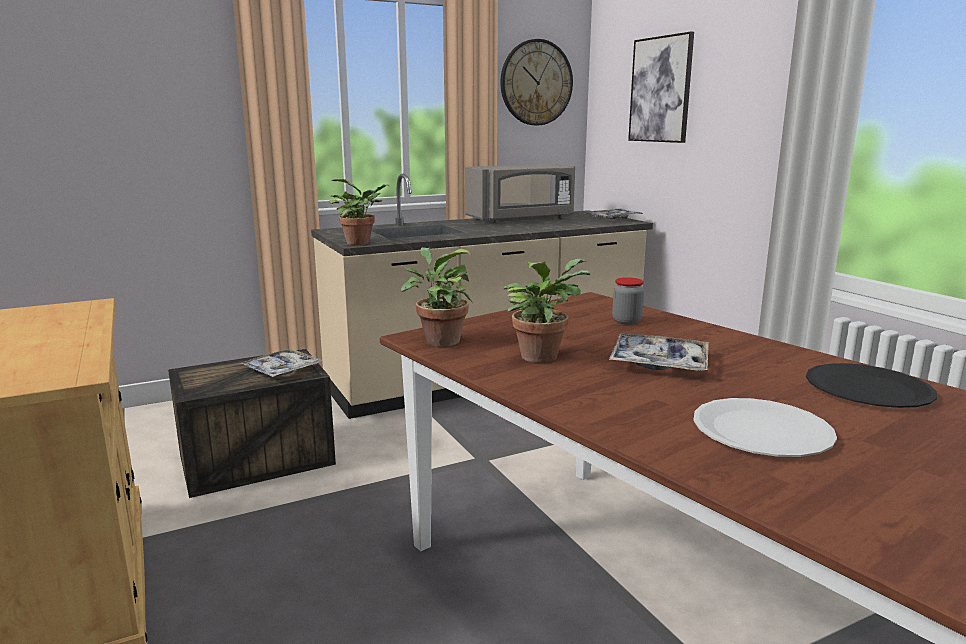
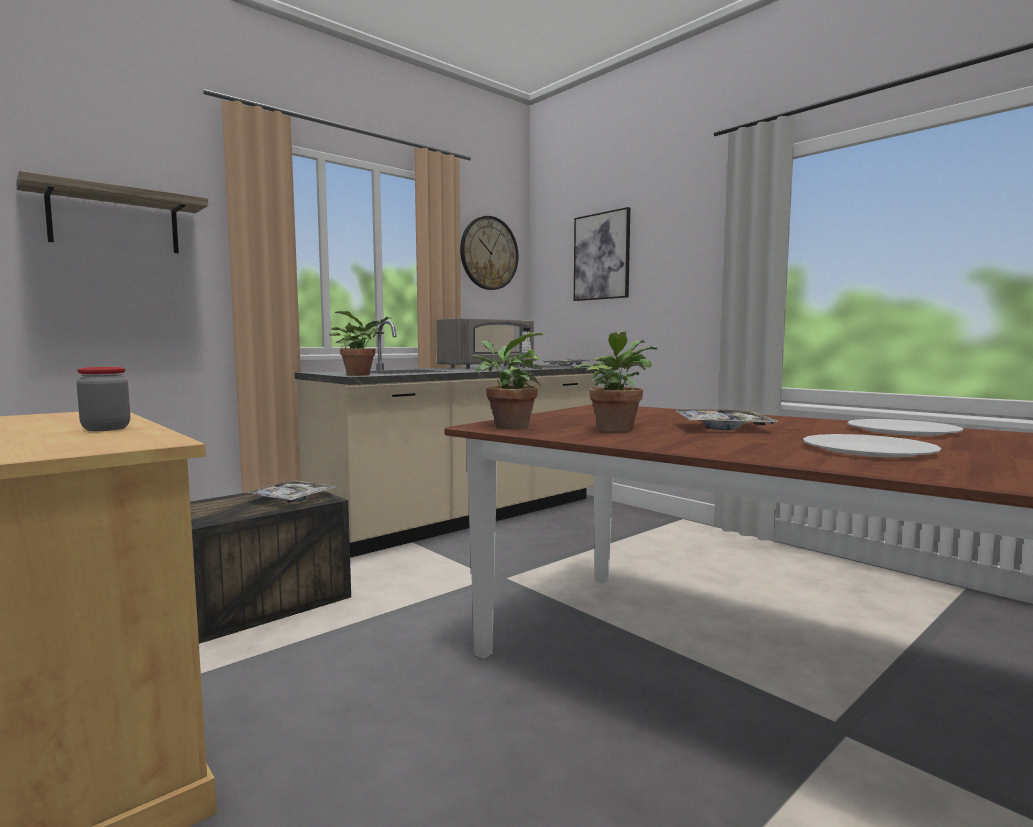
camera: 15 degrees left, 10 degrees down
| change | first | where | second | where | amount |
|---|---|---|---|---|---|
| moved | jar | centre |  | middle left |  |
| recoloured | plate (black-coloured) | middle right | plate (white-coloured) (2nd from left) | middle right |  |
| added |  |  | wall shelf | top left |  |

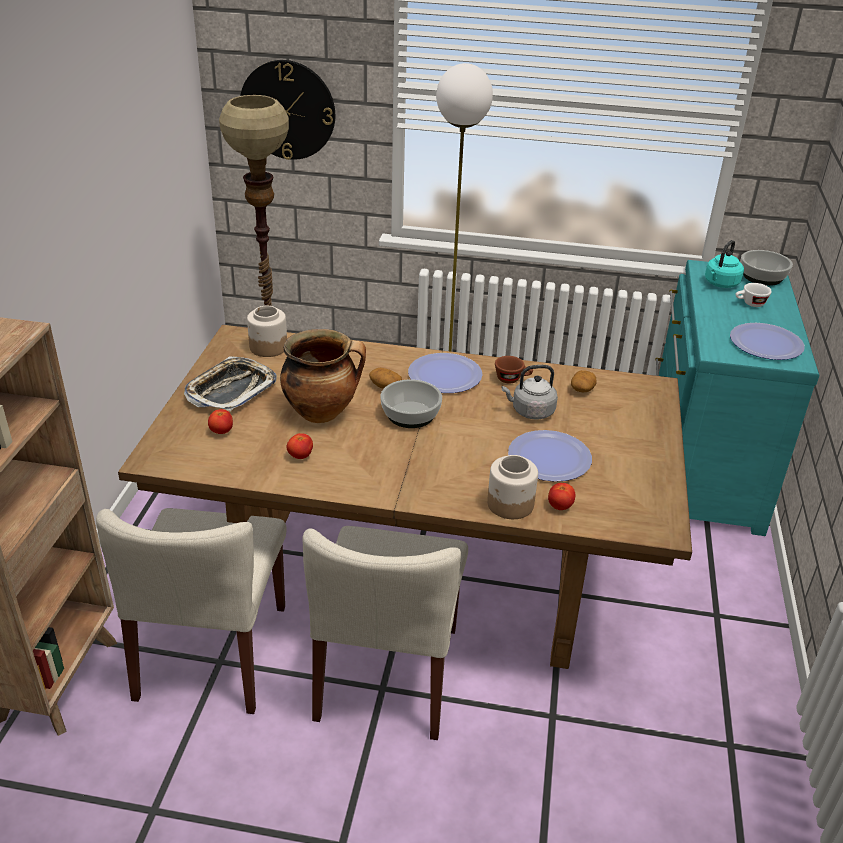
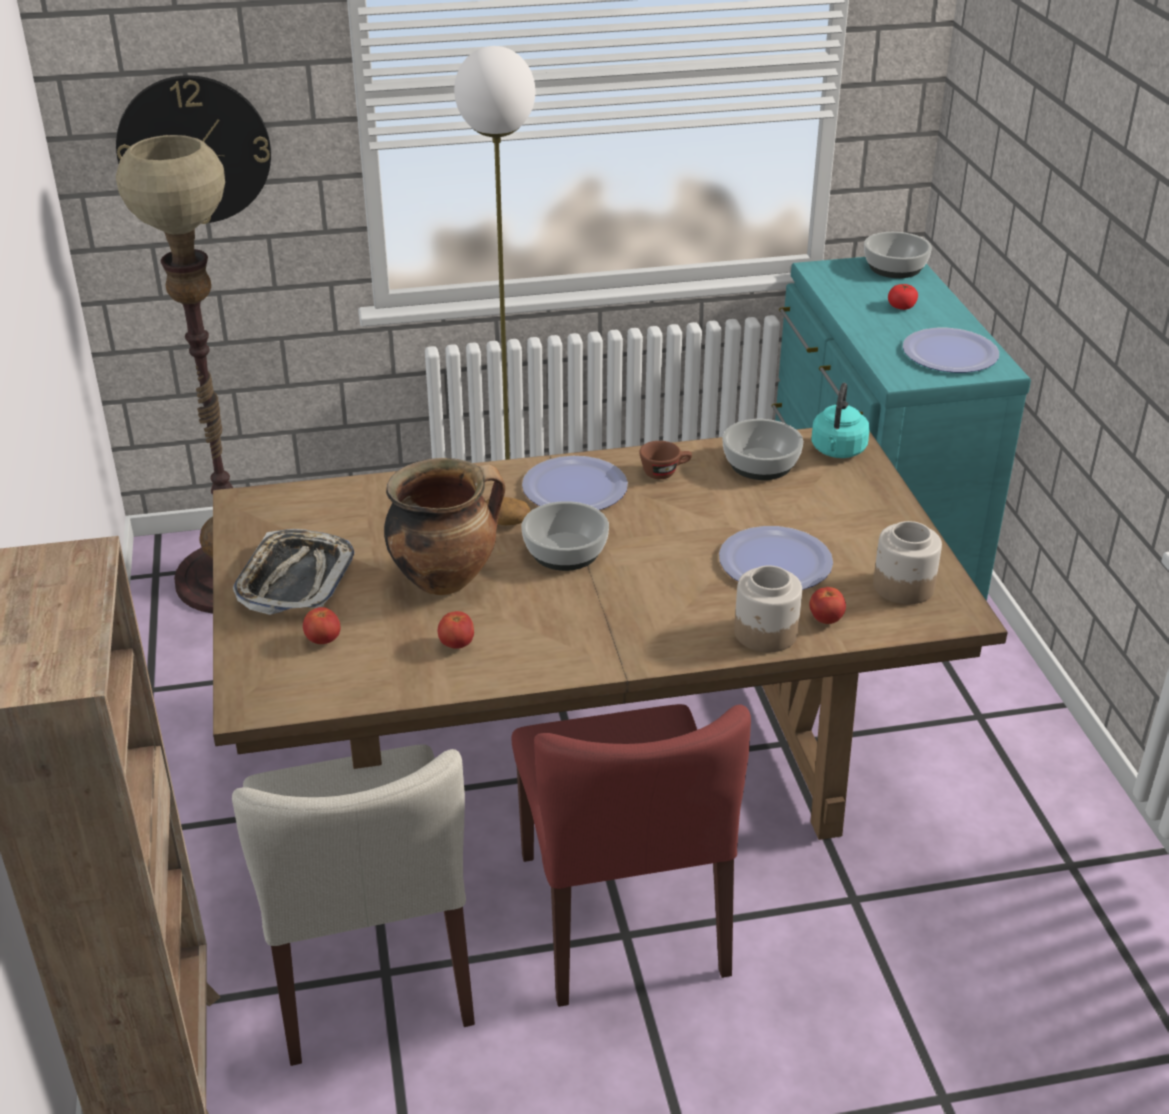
camera: 20 degrees left, 0 degrees up
| change | first | where | second | where | amount |
|---|---|---|---|---|---|
| moved | kettle (turquoise-coloured) | top right |  | middle right |  |
| replaced | small cup (white-coloured) | middle right | tomato (4th from left) | top right |  |
| moved | jar (1st from left in the first image) | middle left | jar (2nd from left) | middle right |  |
| removed | kettle (gray) | centre |  |  |  |
| replaced | potato (2nd from left) | middle right | deep dish (2nd from left) | centre |  |
| recoloured | chair (sand-coloured) (2nd from left) | bottom centre | chair (red-coloured) | bottom centre |  |

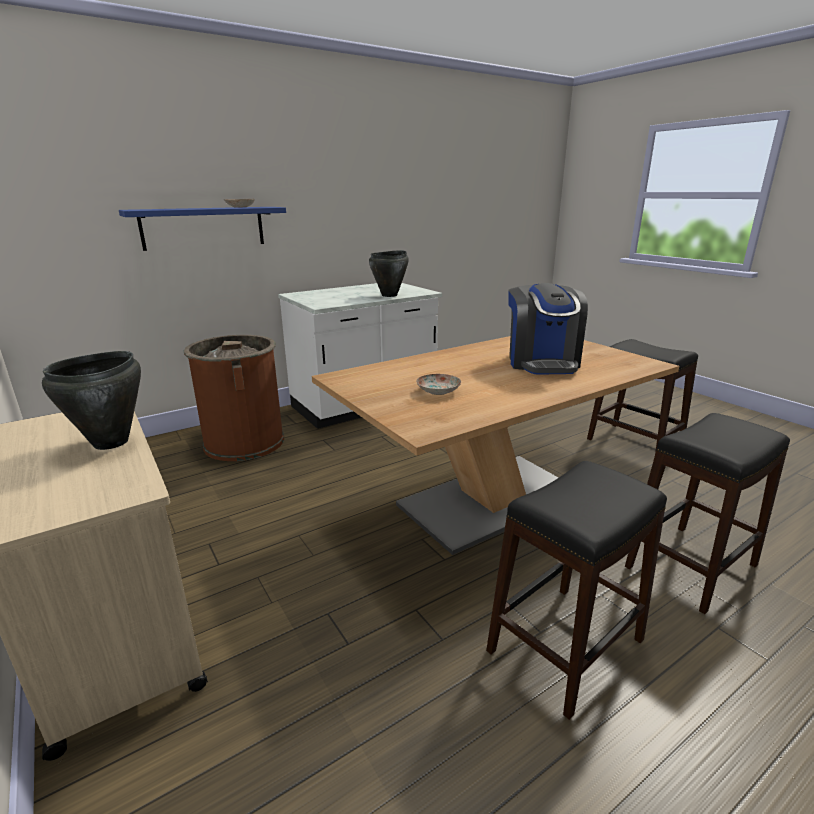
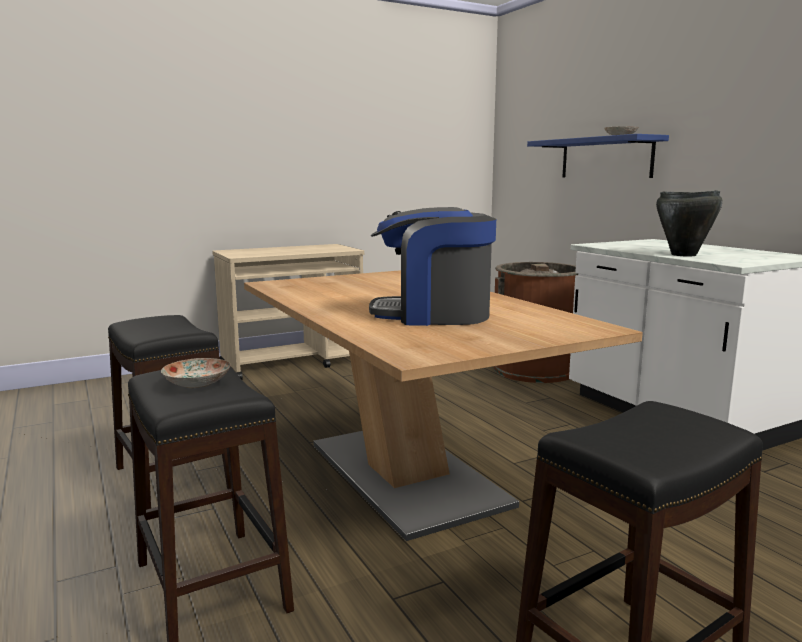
camera: 95 degrees right, 10 degrees down
| change | first | where | second | where | amount |
|---|---|---|---|---|---|
| removed | stockpot (black-coloured) (1st from left) | middle left |  |  |  |
| moved | plate (2nd from left in the first image) | centre | plate (1st from left) | middle left |  |

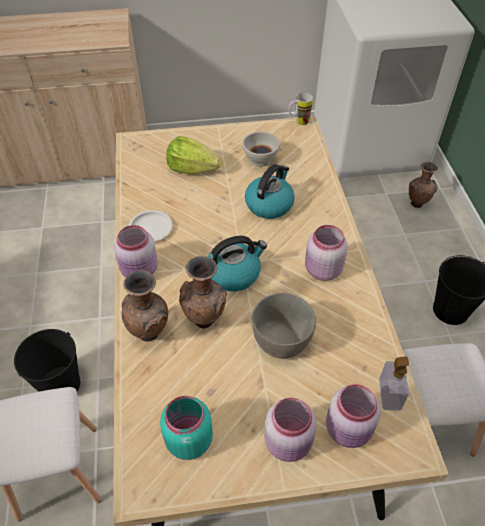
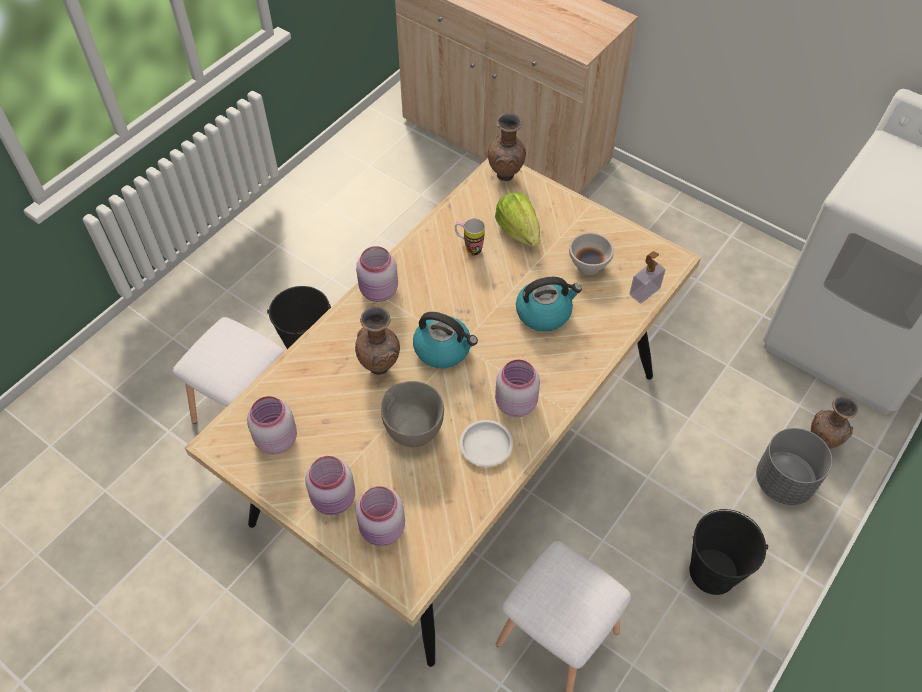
camera: 45 degrees right, 5 degrees up
| change | first | where | second | where | amount |
|---|---|---|---|---|---|
| moved | tea mug | top centre |  | centre |  |
| moved | plate (white-coloured) | middle left |  | centre |  |
| moved | vase (brown) (1st from left in the first image) | middle left | vase (brown) (2nd from left) | top centre |  |
| moved | soap dispenser | bottom right |  | middle right |  |
| recoloured | jar (turquoise-coloured) | bottom centre | jar (pink-coloured) (1st from left) | middle left |  |
| added |  |  | flower pot (gray) | bottom right |  |

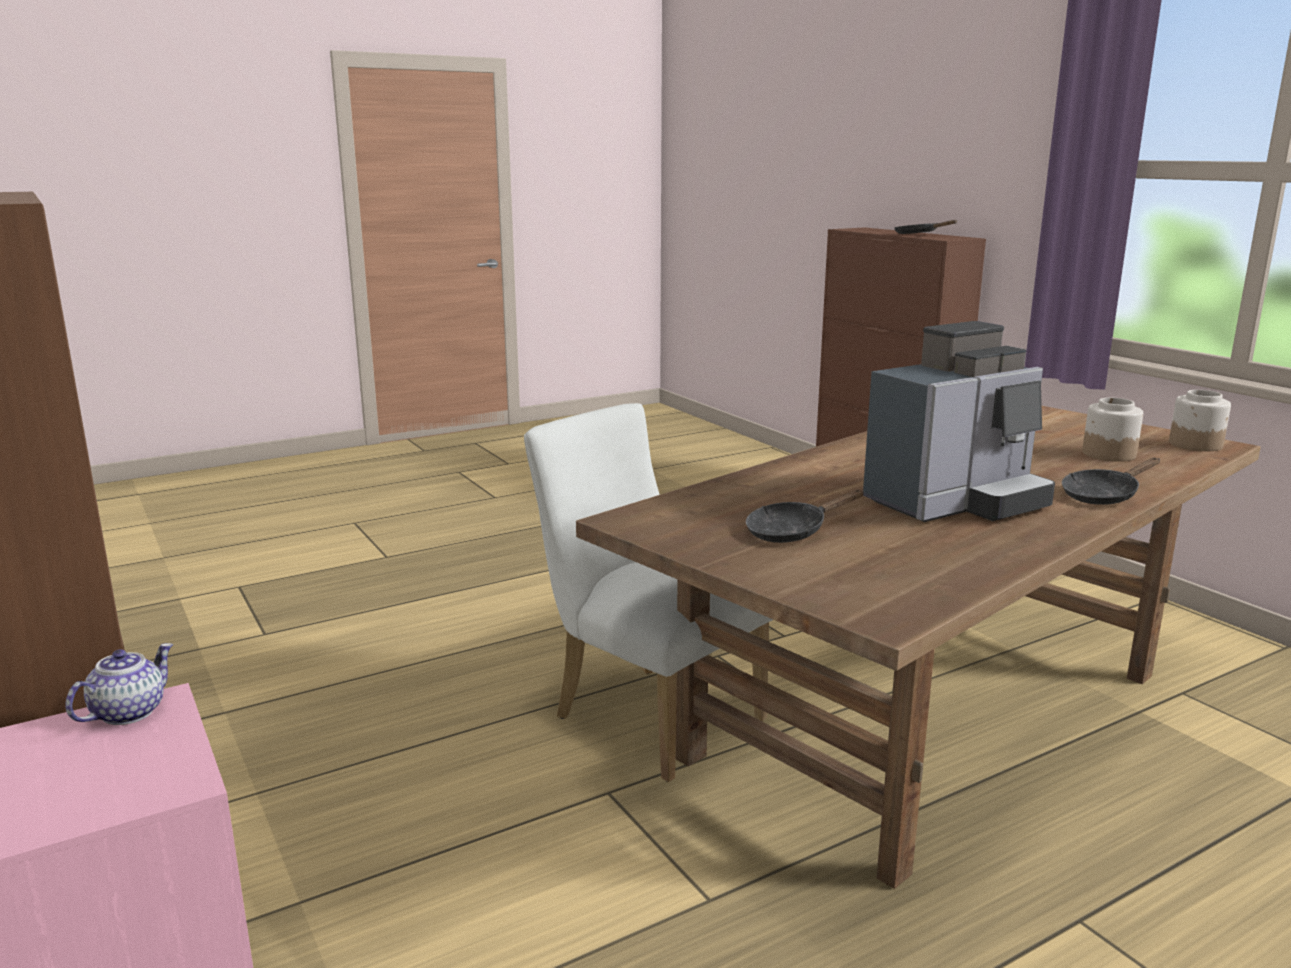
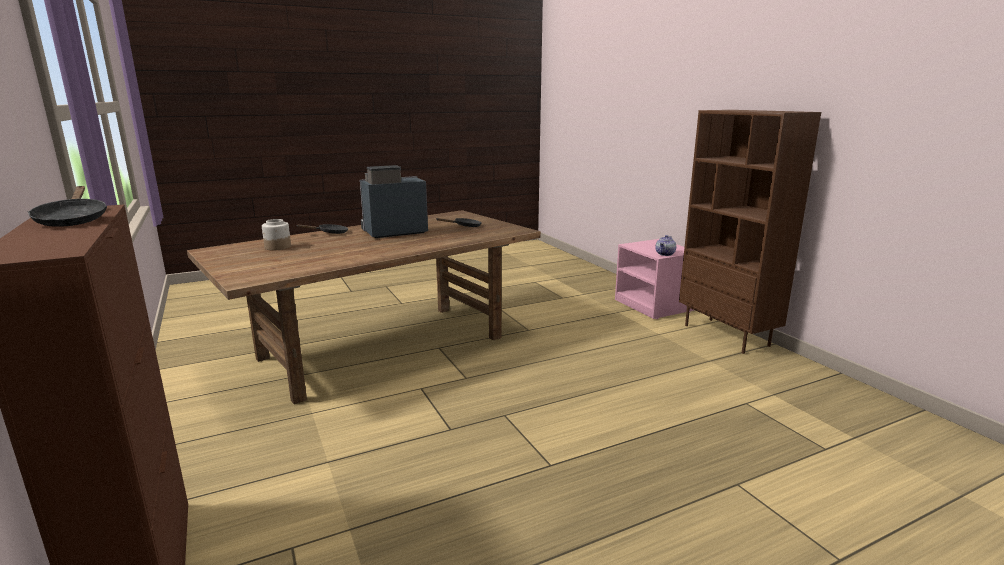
camera: 175 degrees left, 0 degrees up
| change | first | where | second | where | amount |
|---|---|---|---|---|---|
| removed | jar (2nd from left) | middle right |  |  |  |
| removed | chair (white-coloured) | centre |  |  |  |

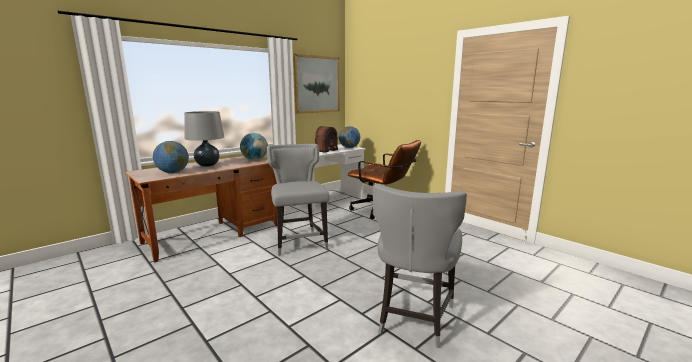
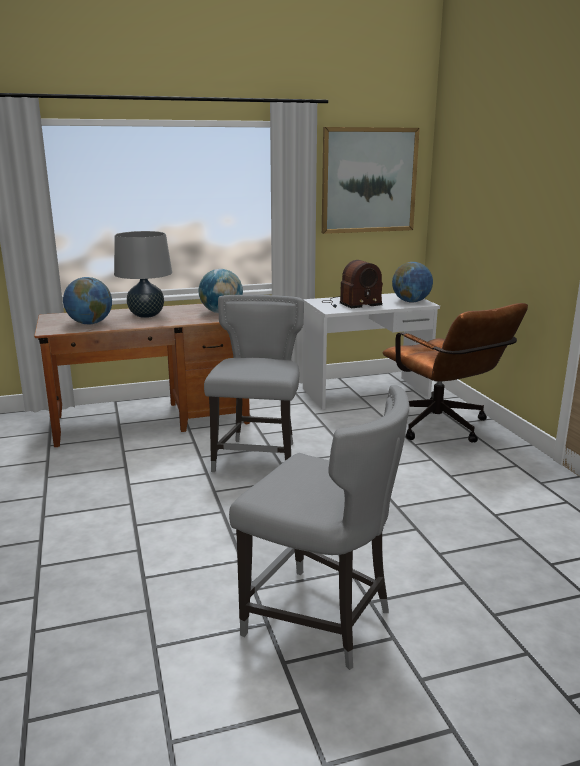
camera: 25 degrees right, 5 degrees up
| change | first | where | second | where | amount |
|---|---|---|---|---|---|
| turned | chair (gray) (2nd from left) | bottom centre |  | bottom centre | 105 degrees counterclockwise |

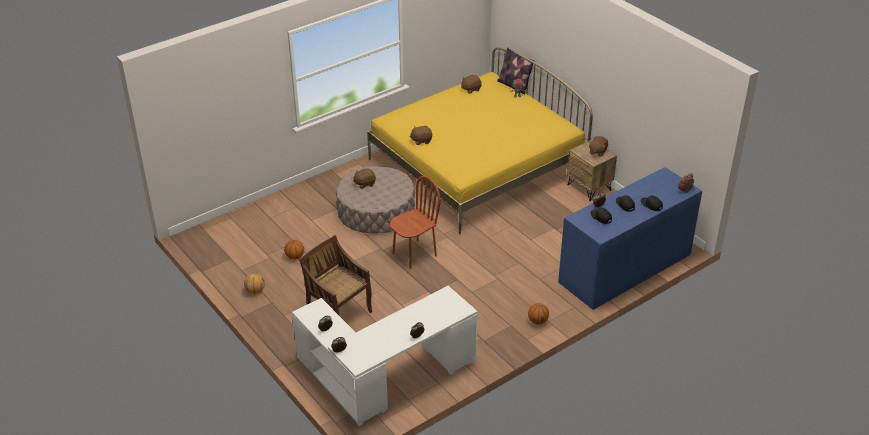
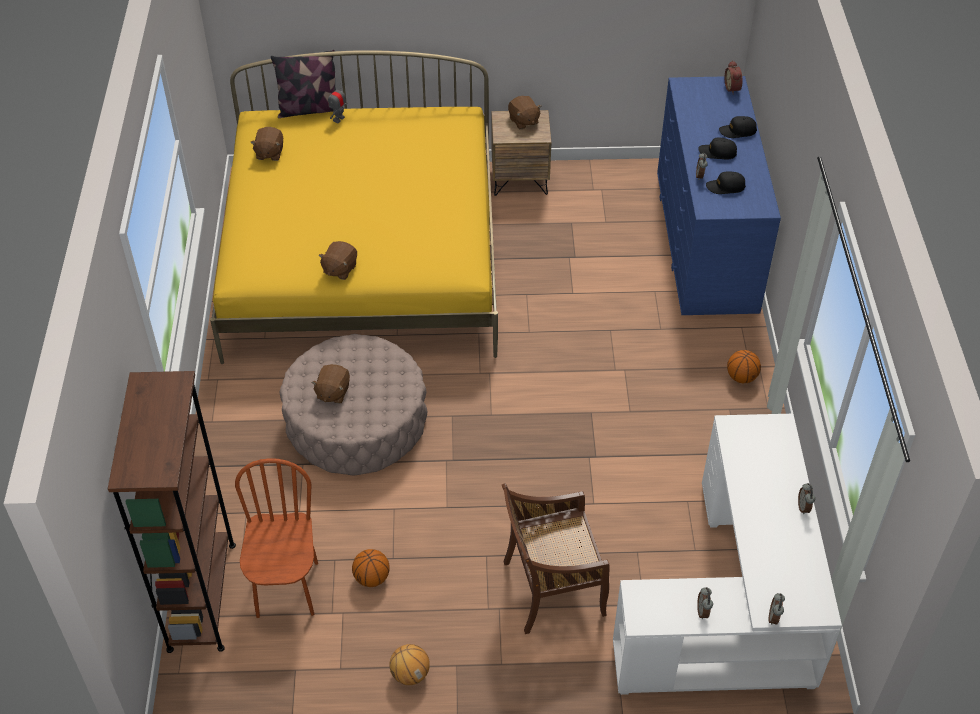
camera: 55 degrees left, 10 degrees up
| change | first | where | second | where | amount |
|---|---|---|---|---|---|
| moved | chair (brown) (2nd from left in the first image) | centre | chair (brown) (1st from left) | bottom left |  |
| added |  |  | shelving unit (brown) | bottom left |  |

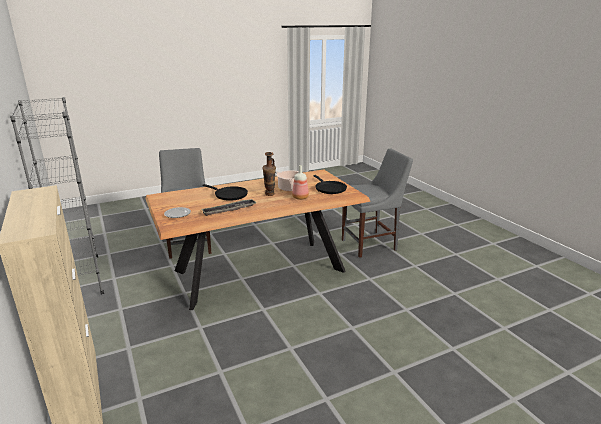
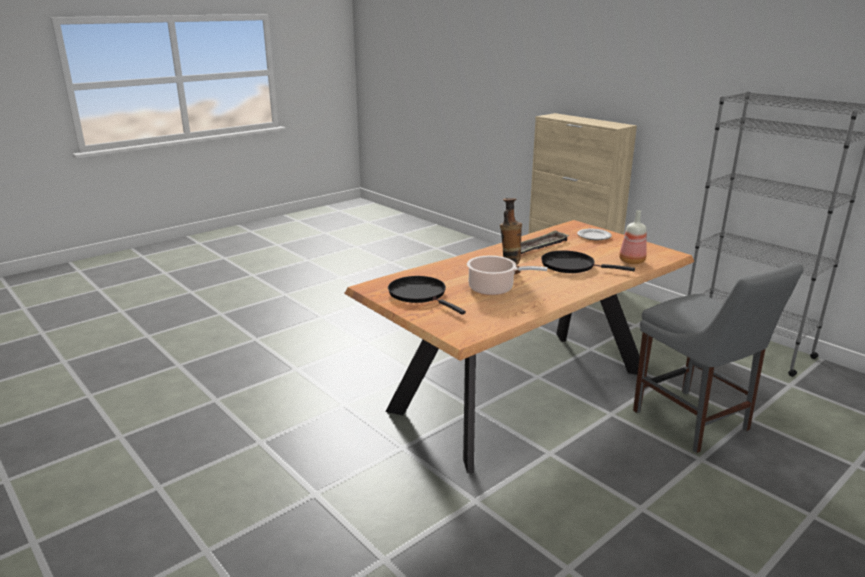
camera: 165 degrees right, 0 degrees up
| change | first | where | second | where | amount |
|---|---|---|---|---|---|
| removed | chair (gray) (2nd from left) | centre |  |  |  |
| moved | bottle | centre |  | middle right |  |

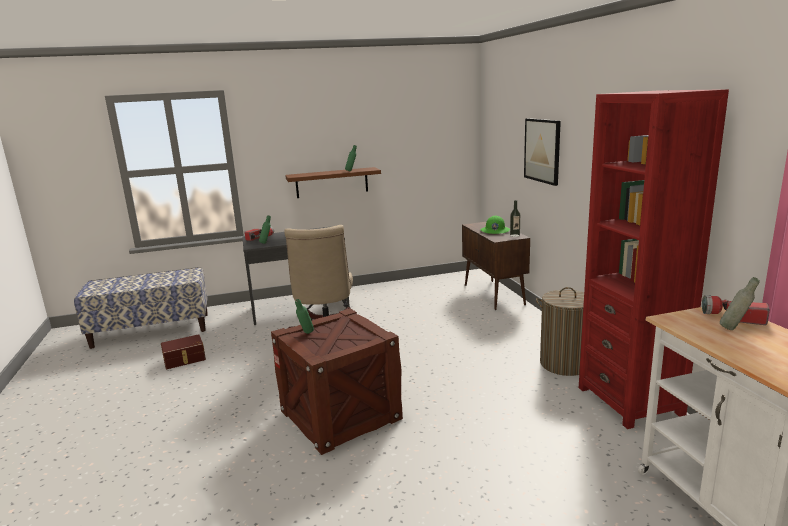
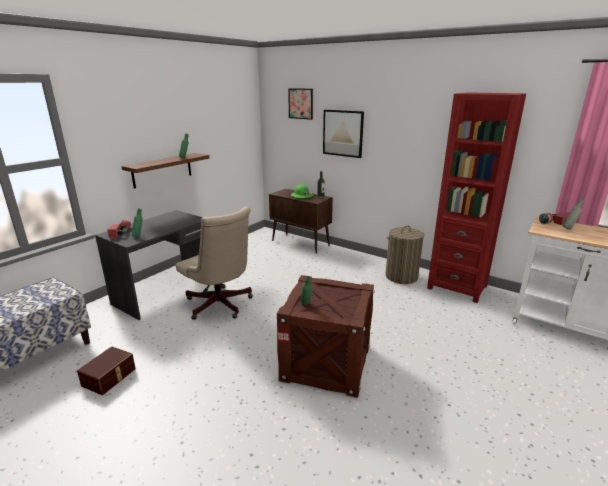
camera: 40 degrees left, 5 degrees up
| change | first | where | second | where | amount |
|---|---|---|---|---|---|
| added |  |  | wall picture (1st from left) | top centre |  |

